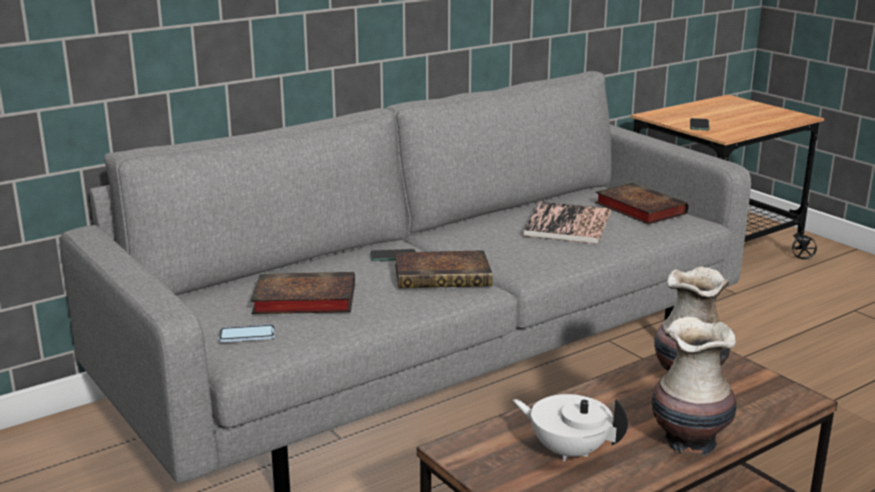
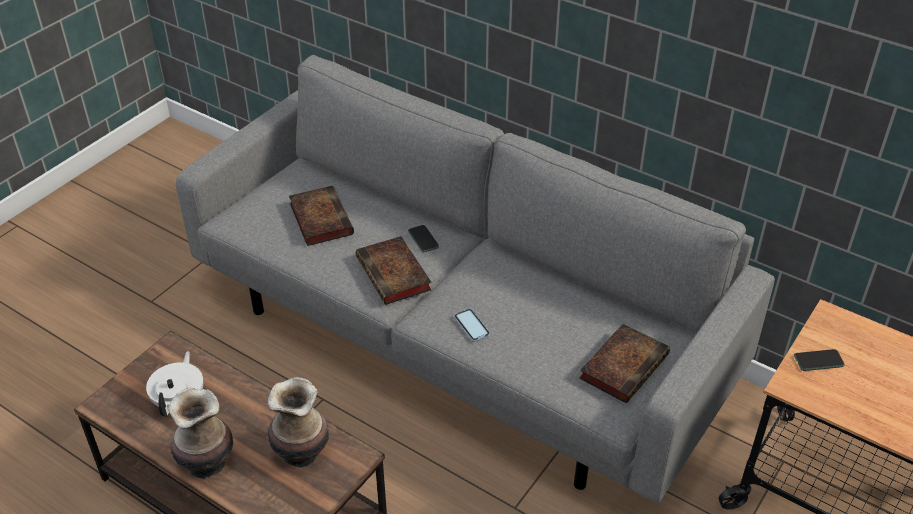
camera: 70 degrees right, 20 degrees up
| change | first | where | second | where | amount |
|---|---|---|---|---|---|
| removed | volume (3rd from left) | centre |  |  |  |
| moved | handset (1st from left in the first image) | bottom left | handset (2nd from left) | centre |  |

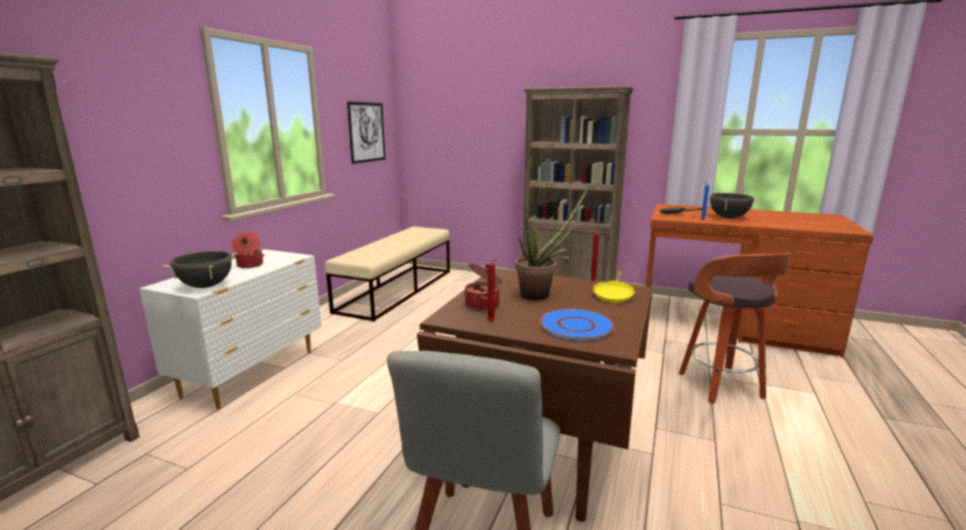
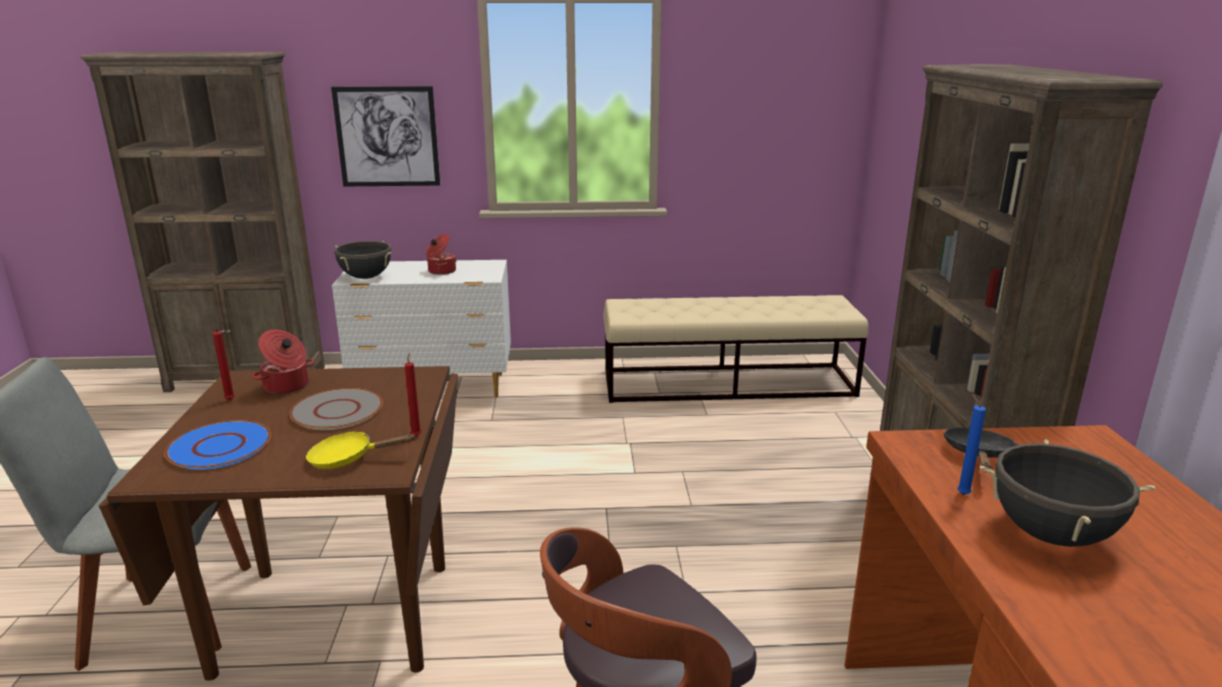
camera: 65 degrees right, 5 degrees up
| change | first | where | second | where | amount |
|---|---|---|---|---|---|
| moved | wall picture | top centre |  | top left |  |
| replaced | houseplant | centre | plate (gray) | middle left |  |

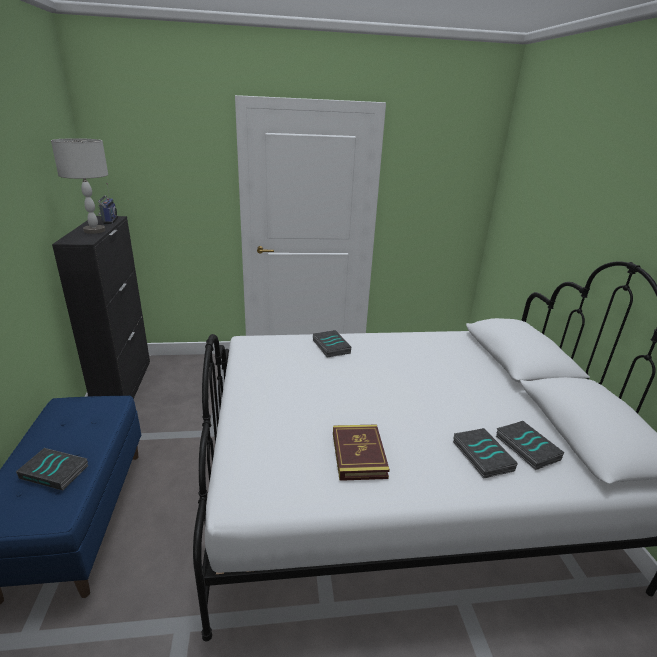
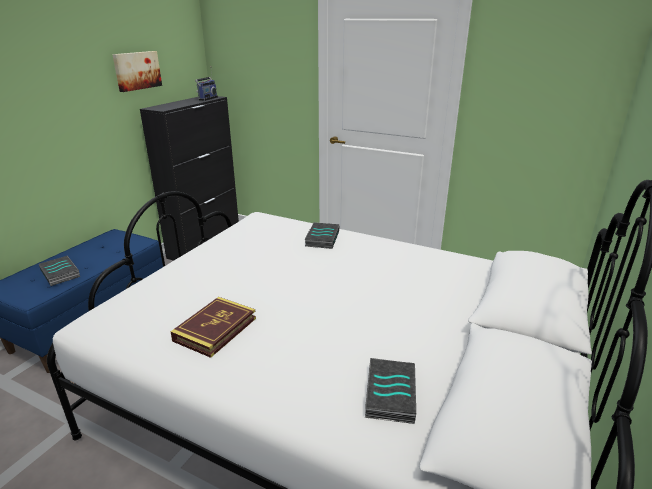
camera: 35 degrees right, 0 degrees up
| change | first | where | second | where | amount |
|---|---|---|---|---|---|
| removed | lamp for a table (gray) | top left |  |  |  |
| removed | volume (4th from left) | bottom right |  |  |  |
| added |  |  | wall picture | top left |  |

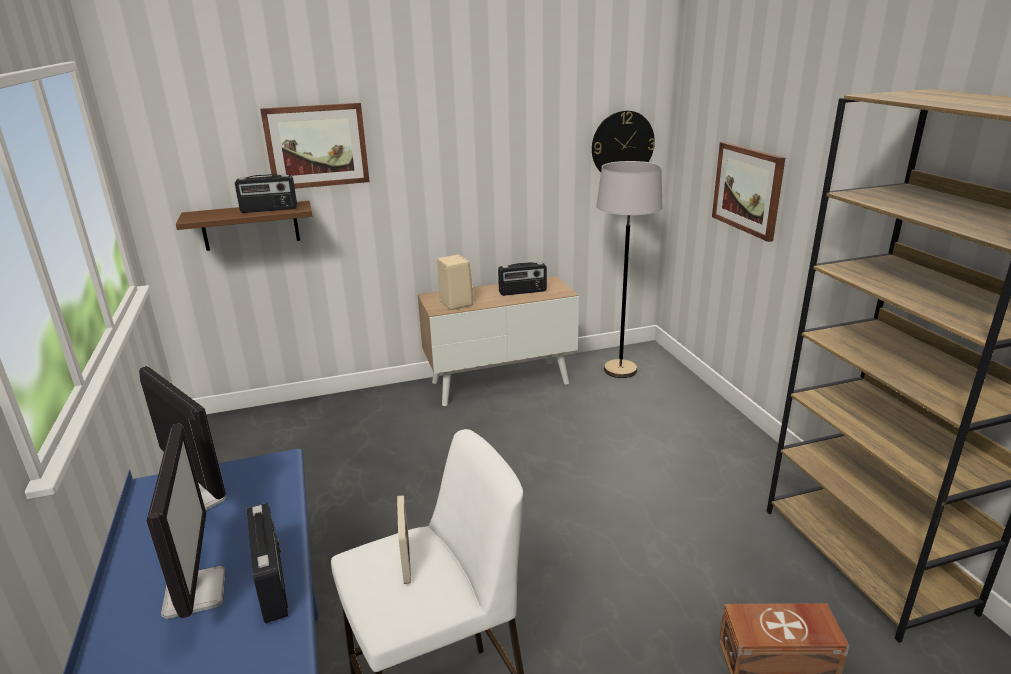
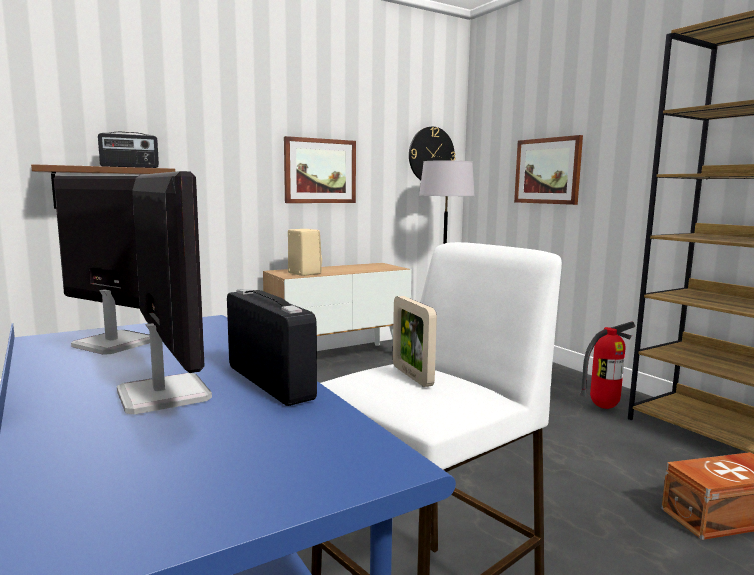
camera: 15 degrees left, 15 degrees down
| change | first | where | second | where | amount |
|---|---|---|---|---|---|
| moved | wall picture (1st from left) | top left |  | top centre |  |
| removed | radio receiver (3rd from left) | centre |  |  |  |
| added |  |  | fire extinguisher | middle right |  |

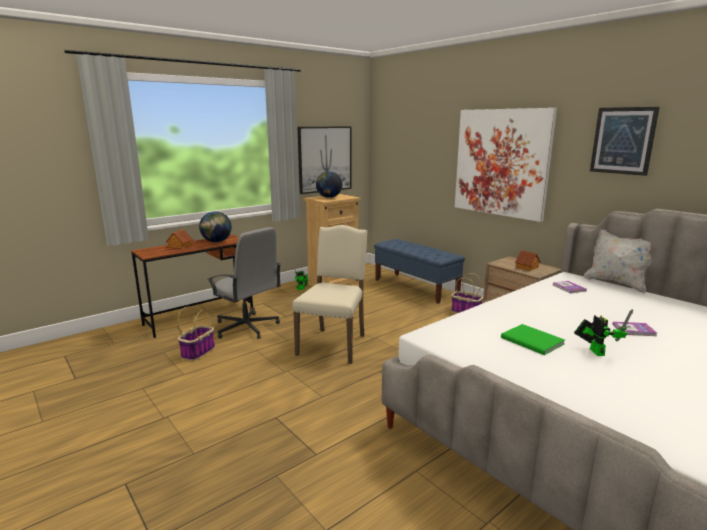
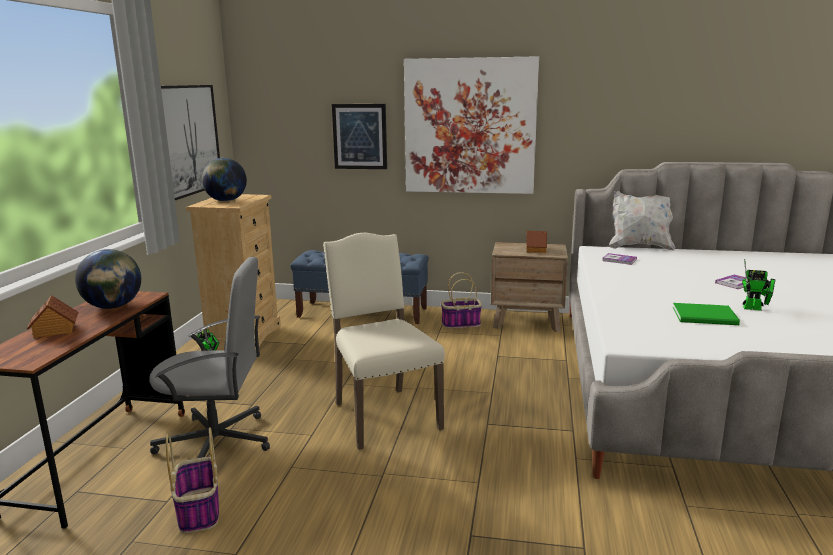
camera: 40 degrees left, 0 degrees up
| change | first | where | second | where | amount |
|---|---|---|---|---|---|
| moved | wall picture (3rd from left in the first image) | top right | wall picture (2nd from left) | top centre |  |
| turned | model robot (2nd from left) | middle right |  | middle right | 150 degrees clockwise |

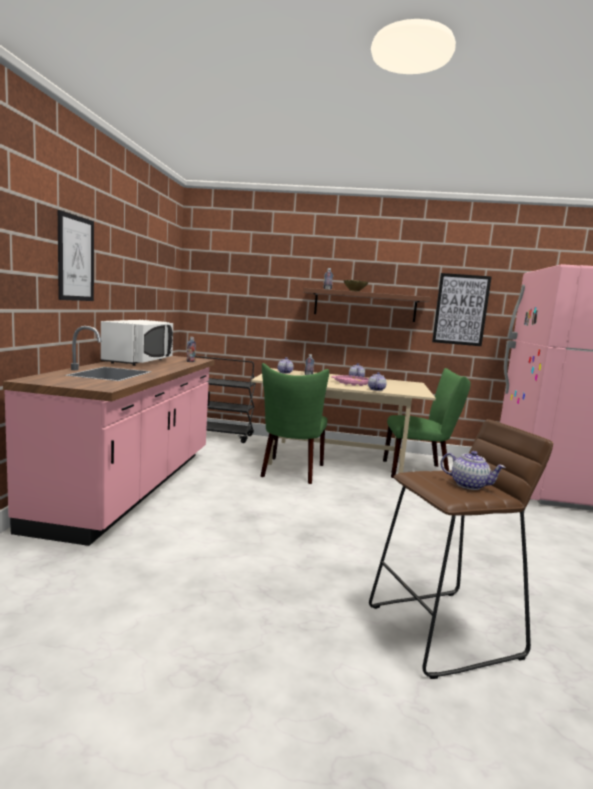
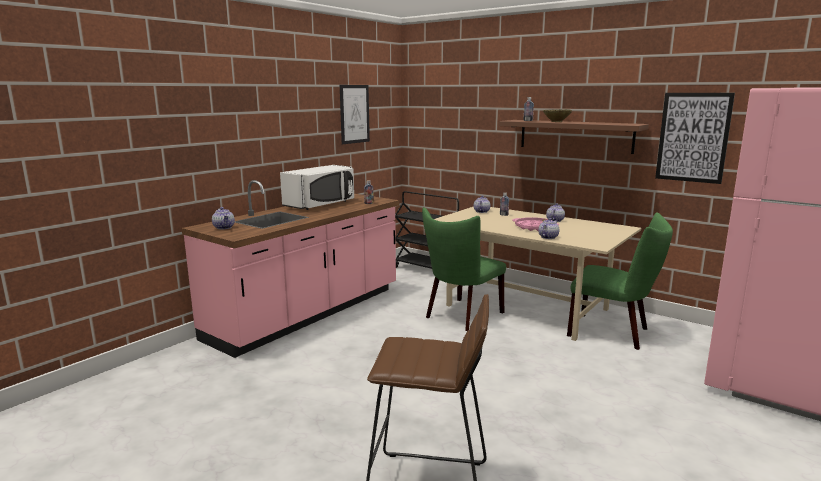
camera: 30 degrees right, 5 degrees up
| change | first | where | second | where | amount |
|---|---|---|---|---|---|
| moved | wall picture (1st from left) | top left |  | top centre |  |
| moved | tea pot (4th from left in the first image) | middle right | tea pot (1st from left) | middle left |  |

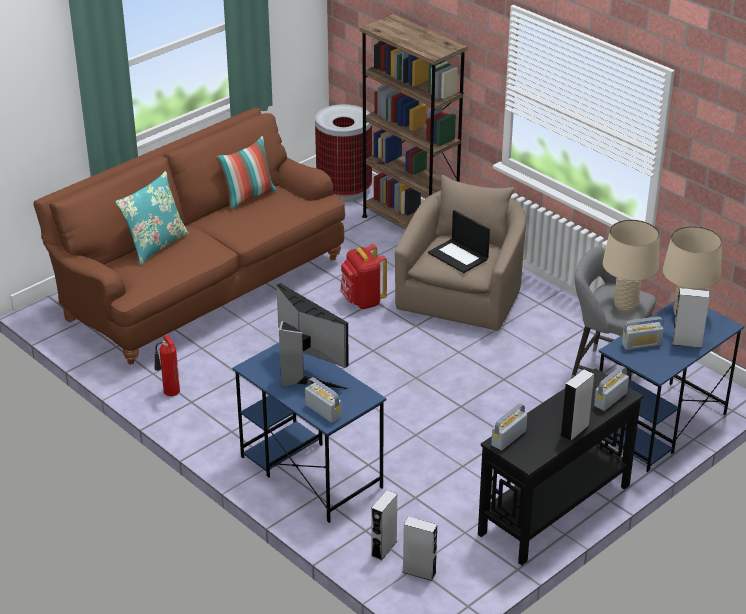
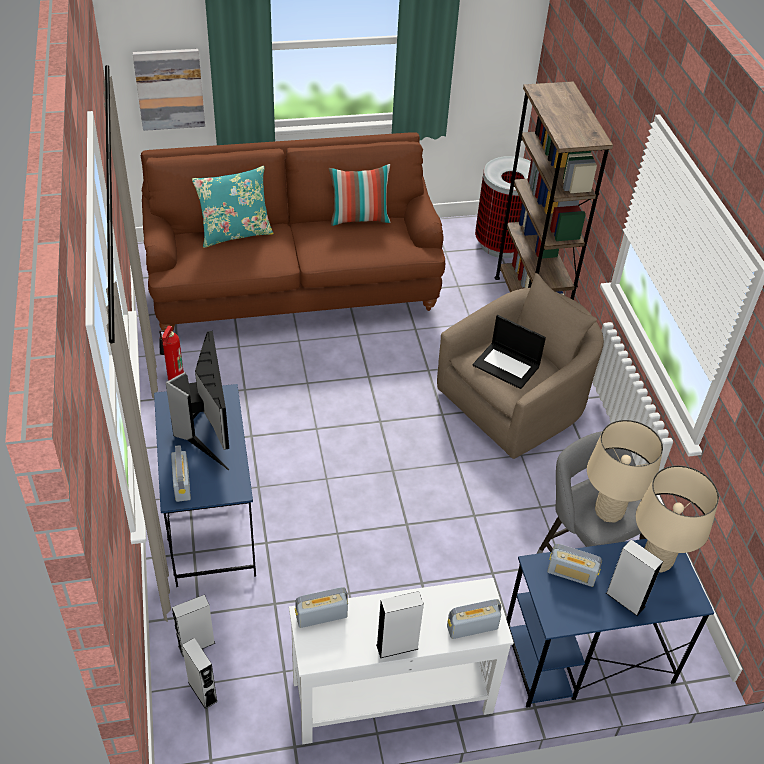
camera: 30 degrees right, 10 degrees up
| change | first | where | second | where | amount |
|---|---|---|---|---|---|
| turned | portable computer | centre |  | centre | 45 degrees counterclockwise |
| removed | backpack (red-coloured) | centre |  |  |  |
| recoloured | console table (black-coloured) | bottom right | console table (white-coloured) | bottom centre |  |
| added |  |  | wall picture | top left |  |

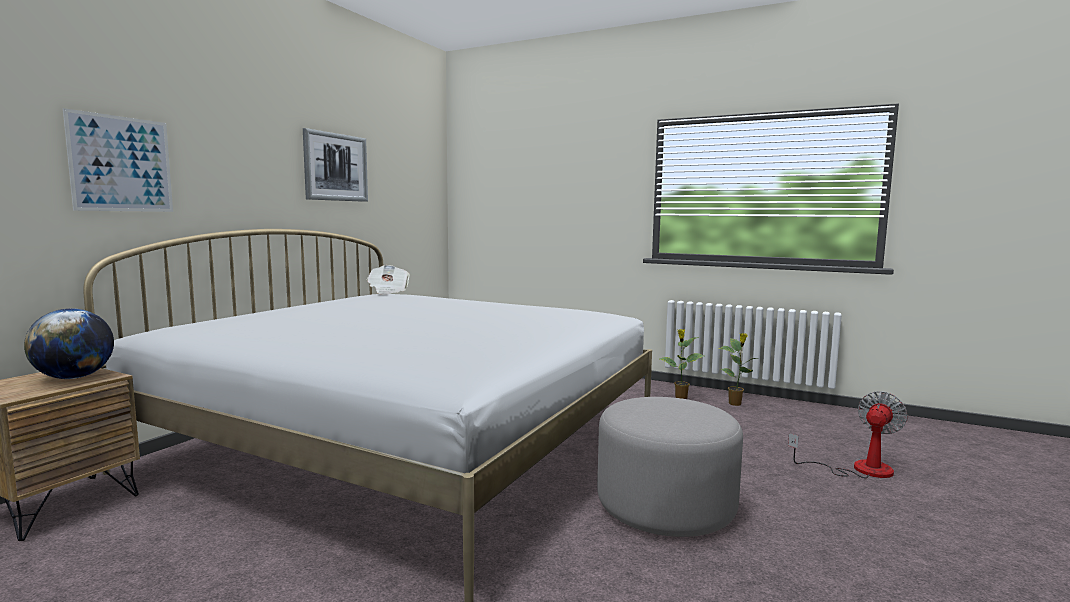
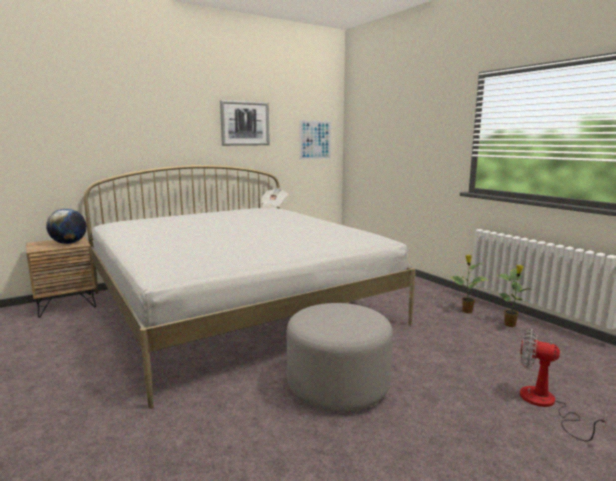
camera: 30 degrees right, 5 degrees up
| change | first | where | second | where | amount |
|---|---|---|---|---|---|
| moved | wall picture (1st from left in the first image) | top left | wall picture (2nd from left) | top centre |  |
| turned | electric fan | bottom right |  | bottom right | 135 degrees counterclockwise |

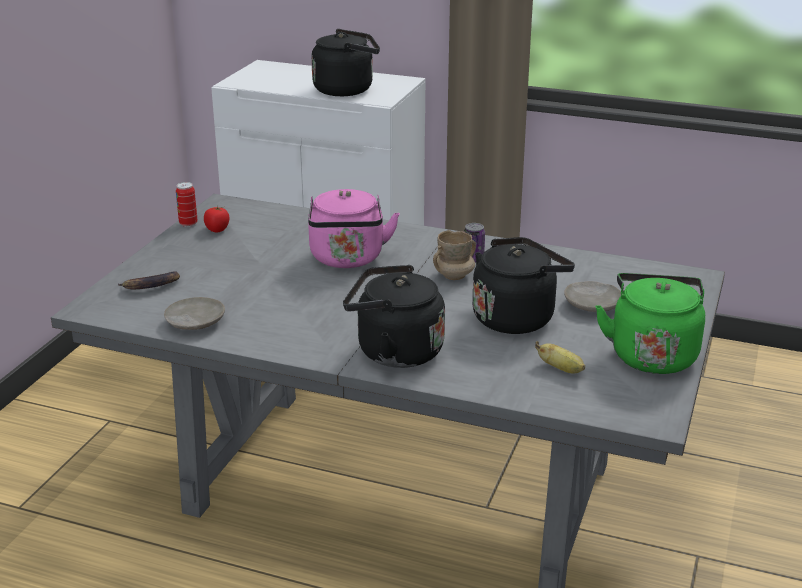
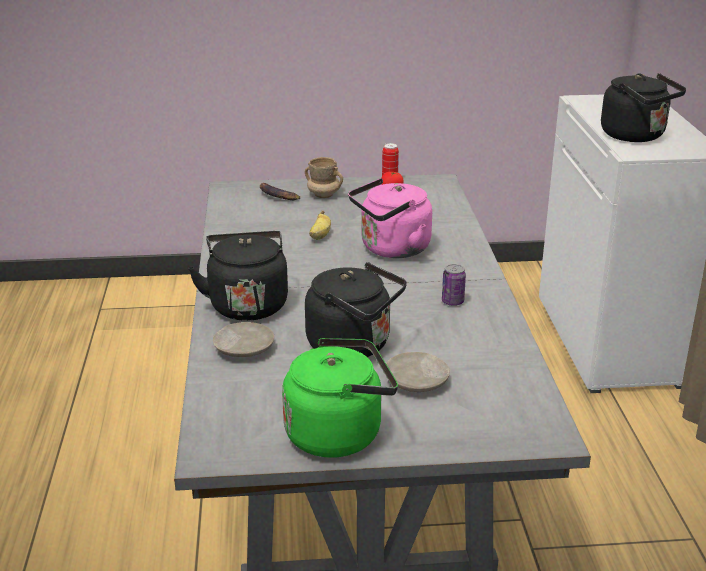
camera: 65 degrees right, 0 degrees up
| change | first | where | second | where | amount |
|---|---|---|---|---|---|
| moved | tea mug (sand-coloured) | centre |  | top centre |  |
| moved | plate (sand-coloured) (1st from left) | middle left |  | centre |  |
| moved | banana fruit (2nd from left) | middle right |  | centre |  |

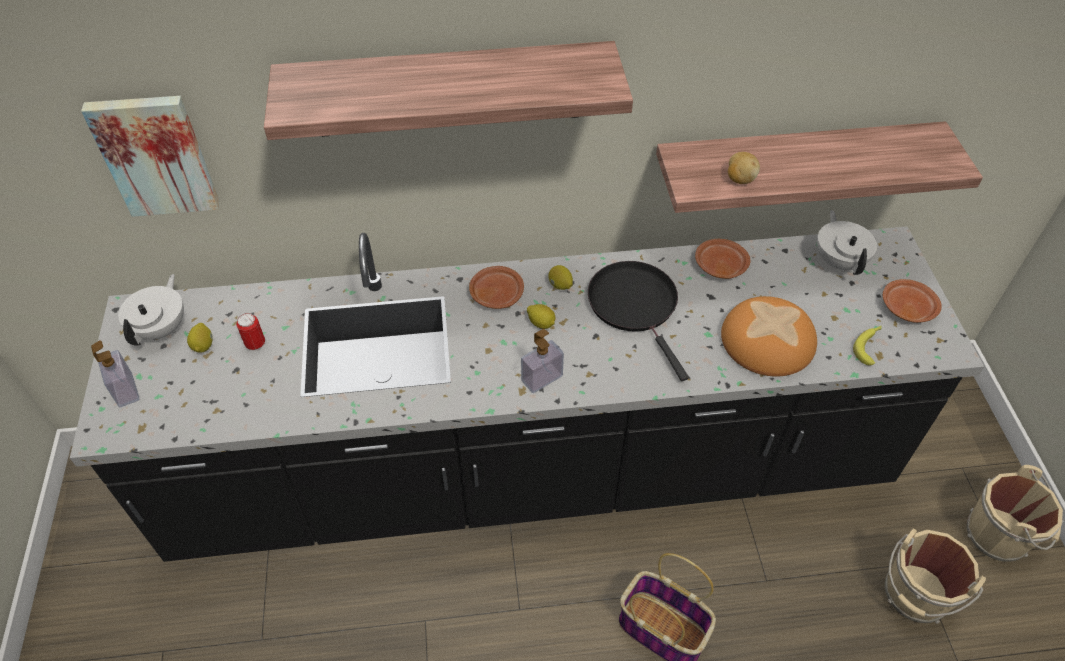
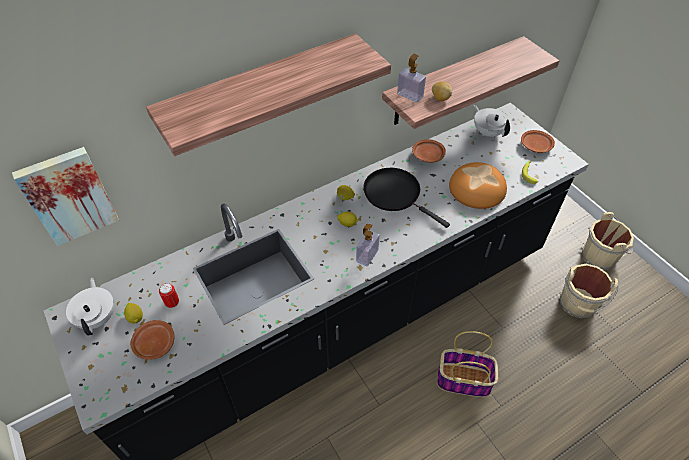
camera: 25 degrees left, 0 degrees up
| change | first | where | second | where | amount |
|---|---|---|---|---|---|
| moved | plate (brown) (1st from left) | centre |  | bottom left |  |
| moved | soap dispenser (1st from left in the first image) | middle left | soap dispenser (2nd from left) | top centre |  |

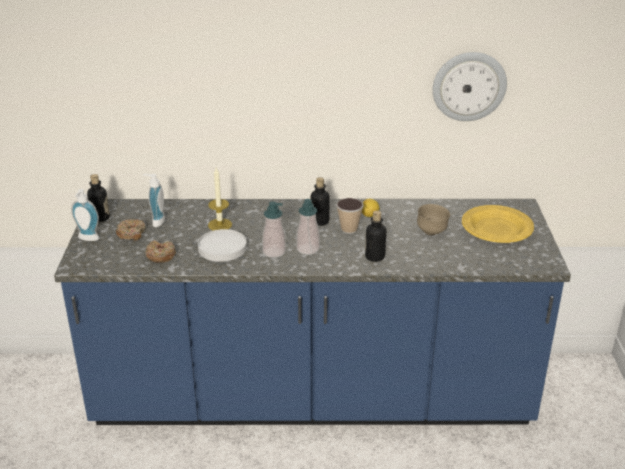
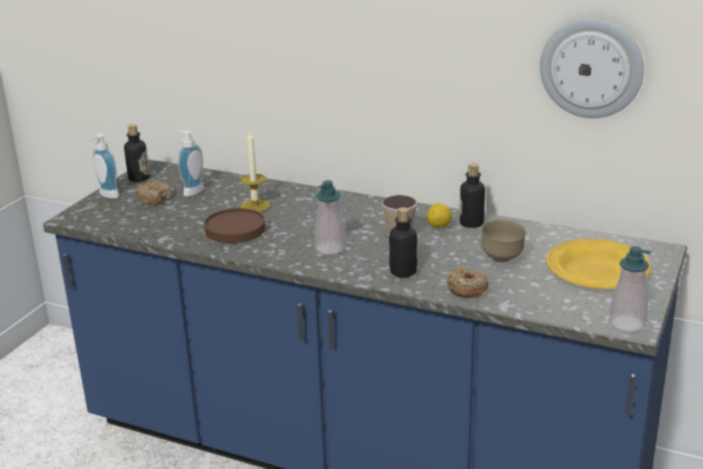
camera: 25 degrees right, 5 degrees down
| change | first | where | second | where | amount |
|---|---|---|---|---|---|
| moved | bottle (2nd from left in the first image) | centre | bottle (3rd from left) | middle right |  |
| moved | soap dispenser (3rd from left in the first image) | centre | soap dispenser (4th from left) | middle right |  |
| recoloured | plate (white-coloured) | centre | plate (brown) | middle left |  |
| moved | ring doughnut (2nd from left) | middle left |  | centre |  |

